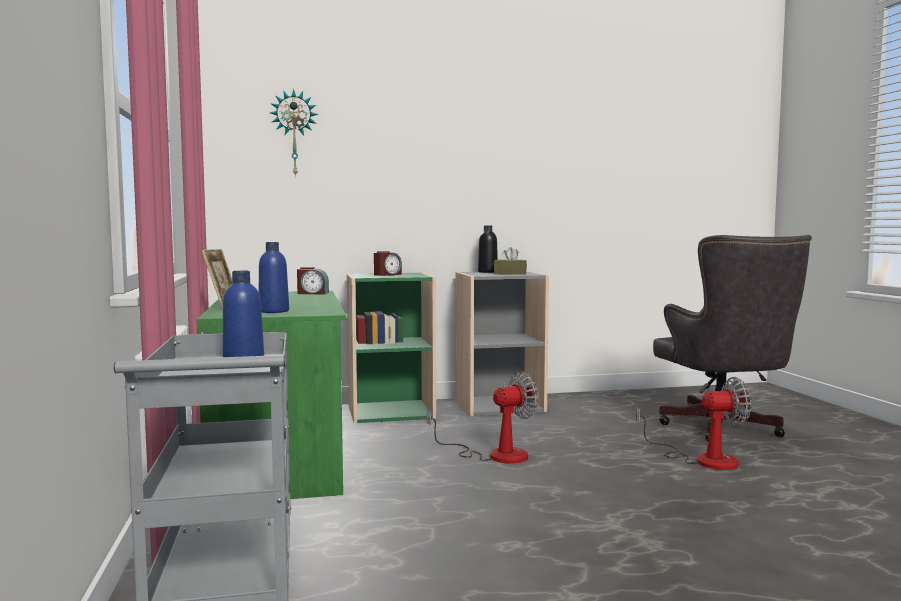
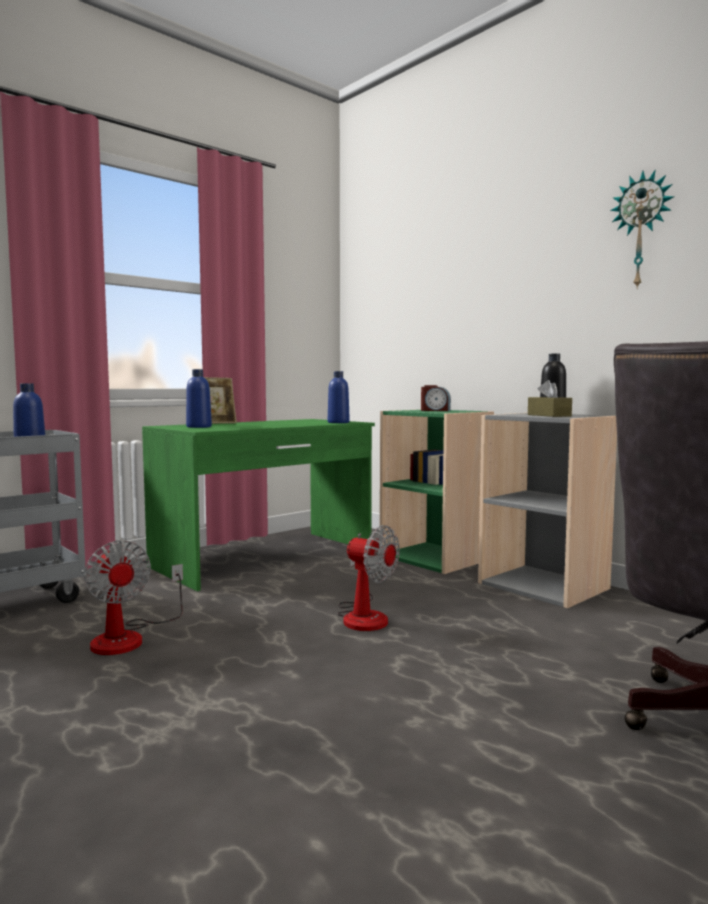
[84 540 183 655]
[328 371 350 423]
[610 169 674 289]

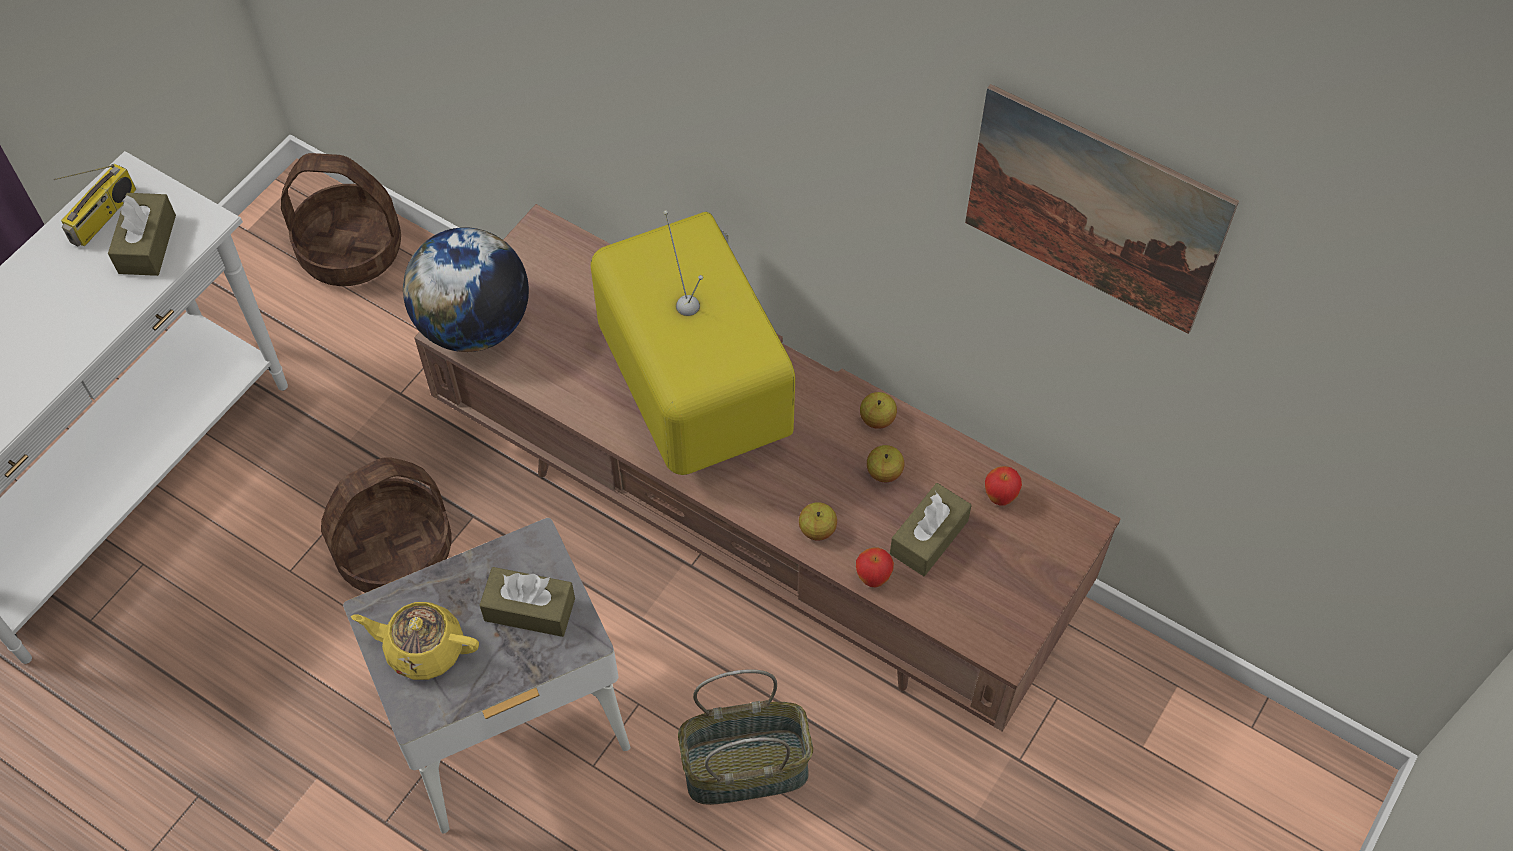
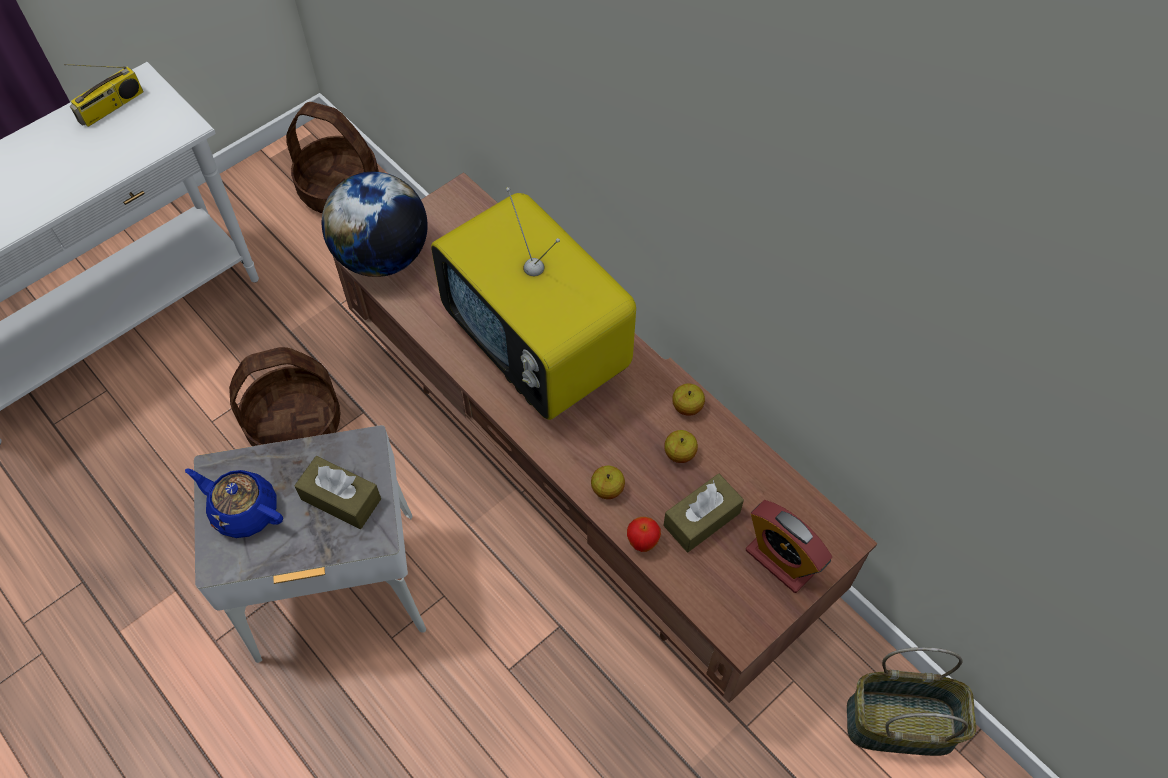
[185 468 283 538]
[431 187 636 420]
[746 500 832 593]
[847 647 976 756]
[108 193 176 276] (first image)
[965 84 1239 334] (first image)
[985 466 1022 505] (first image)

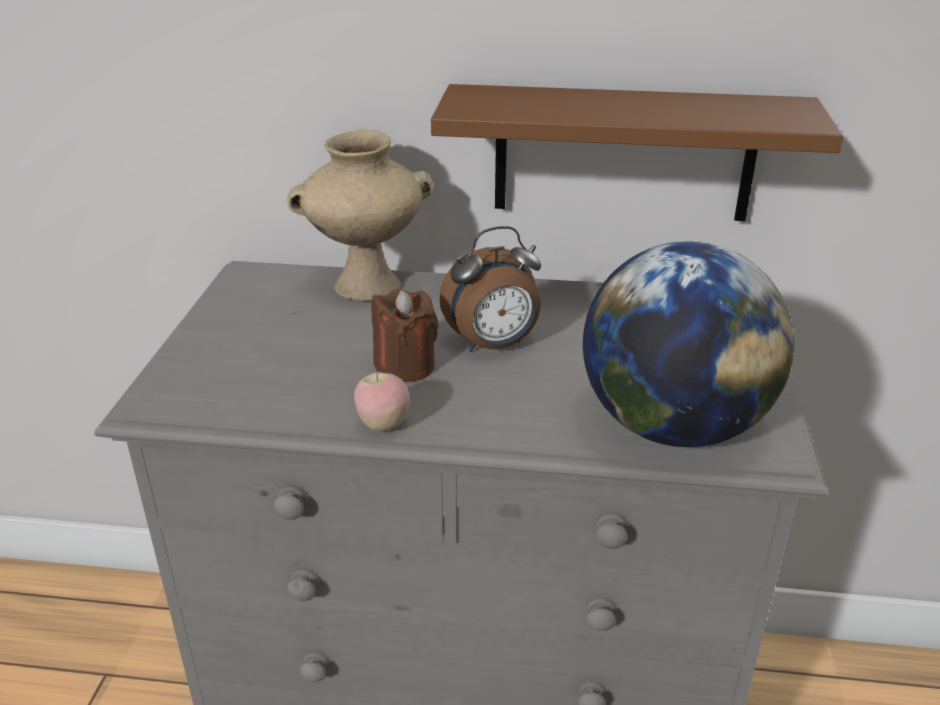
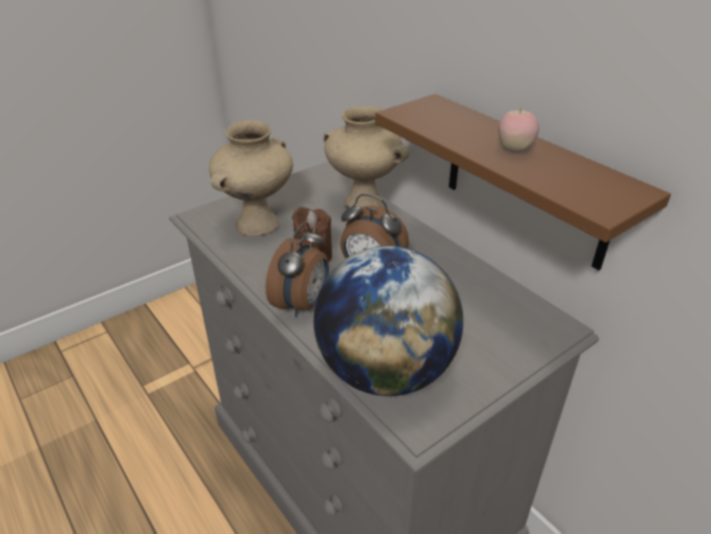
[209 120 293 236]
[266 222 329 317]
[498 106 539 152]

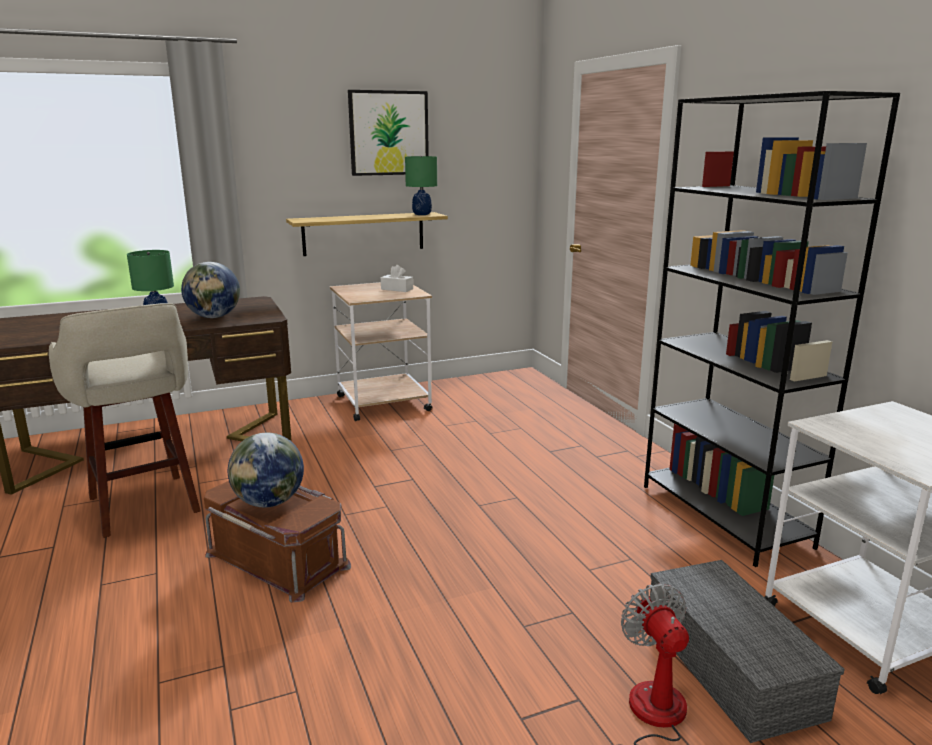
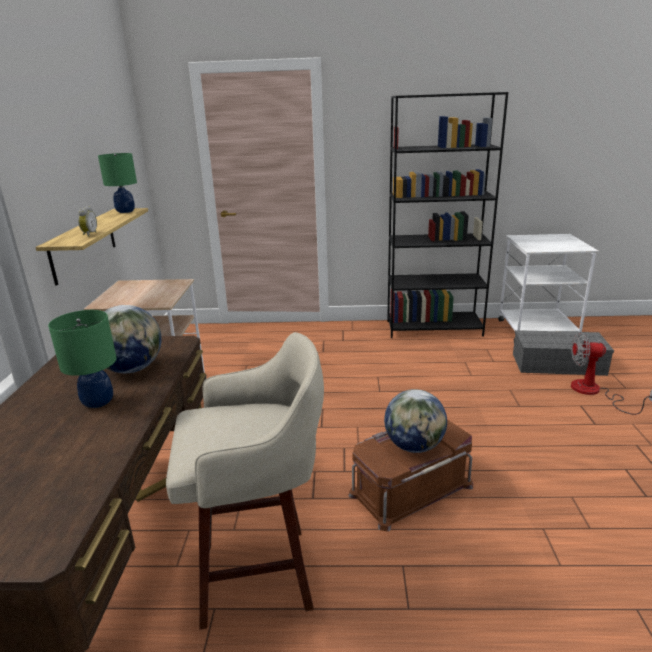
[78 206 97 237]
[348 90 429 176] (first image)
[381 265 413 292] (first image)

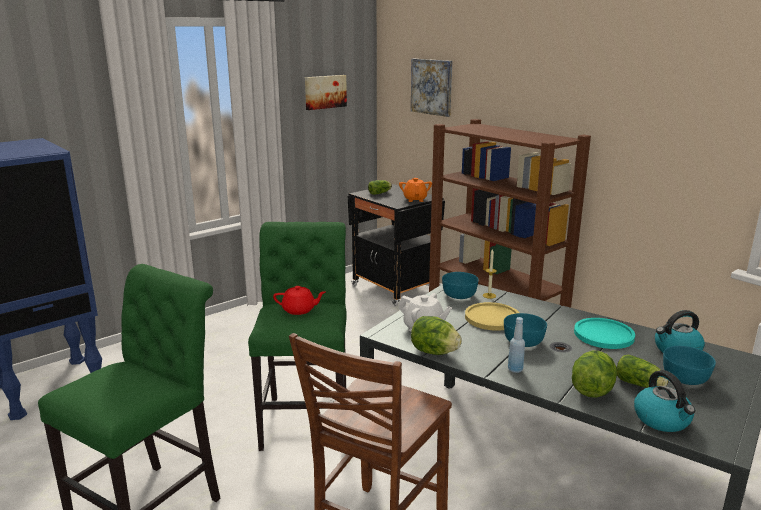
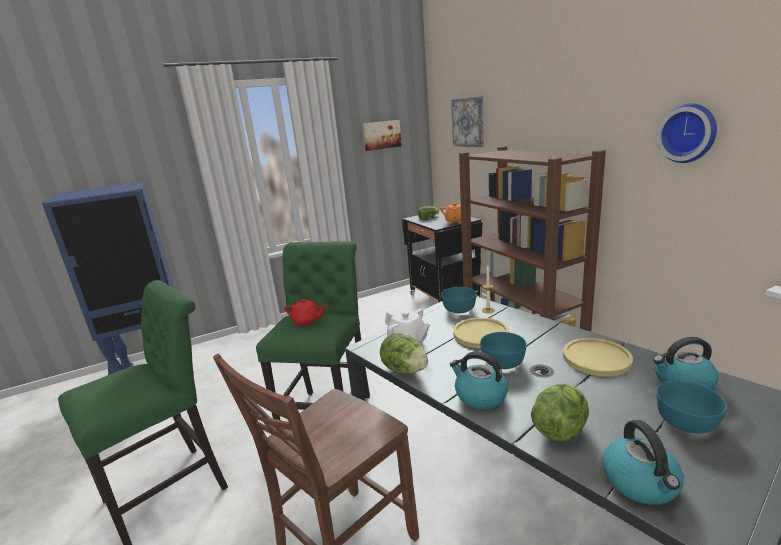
[450 351 508 409]
[563 338 633 377]
[657 103 717 163]
[617 355 668 388] (first image)

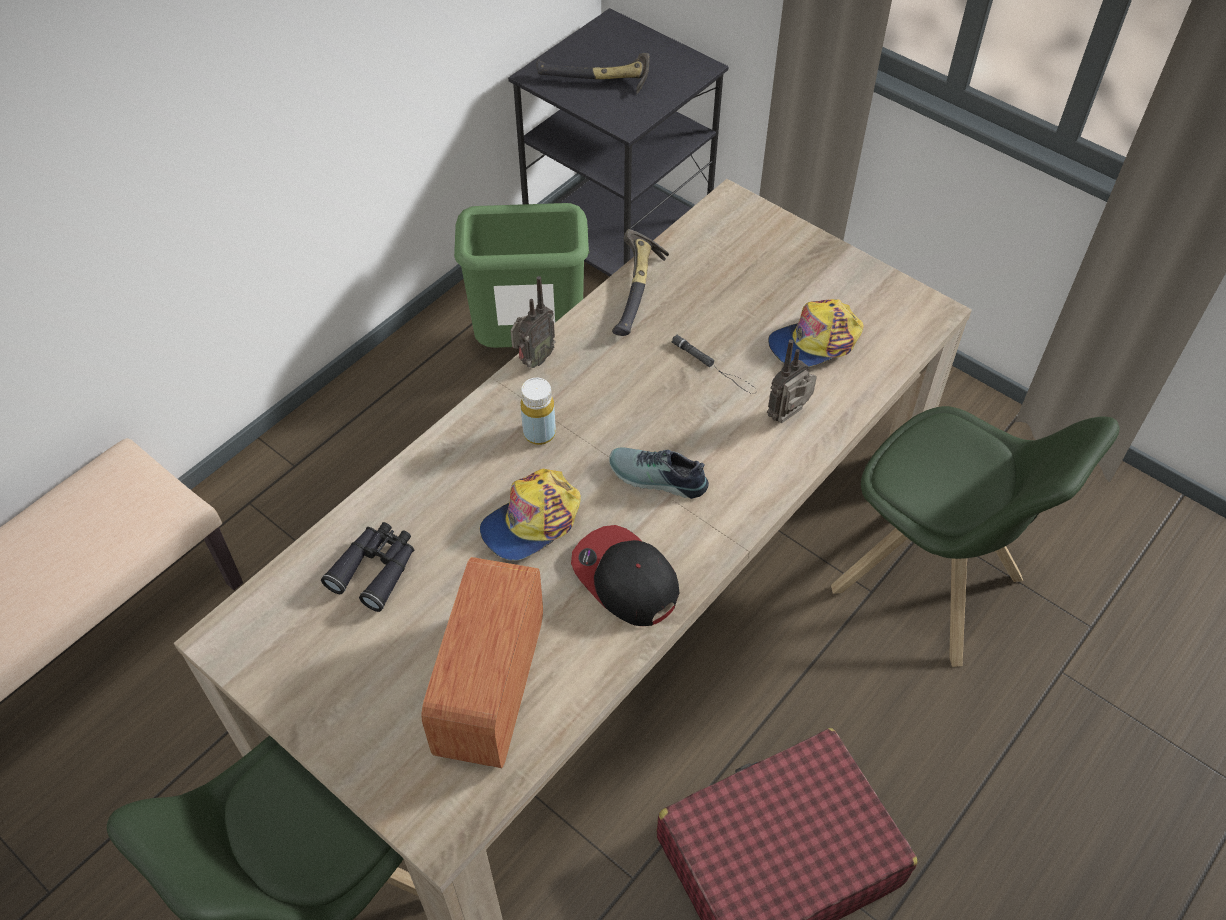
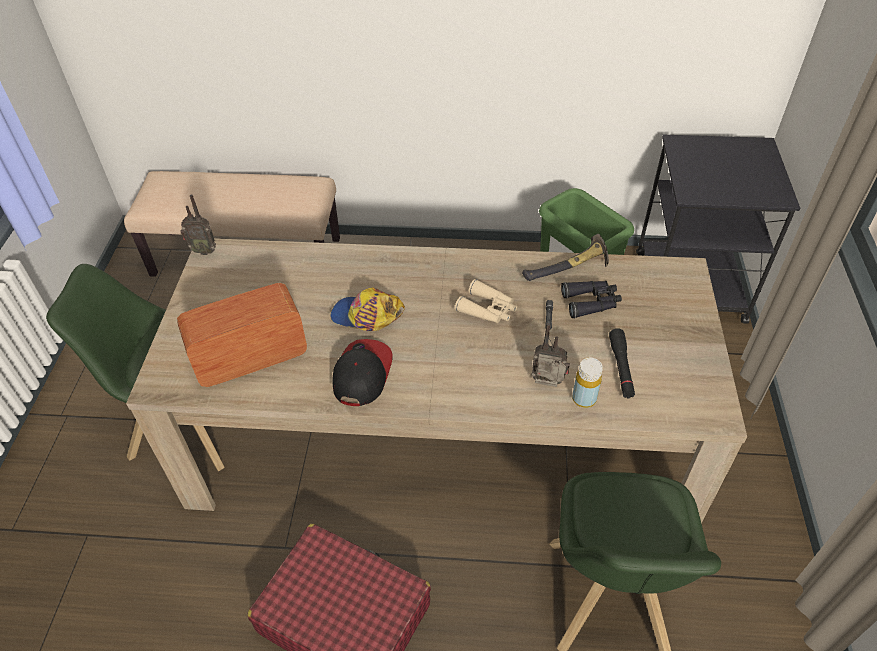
[181 194 216 255]
[455 279 517 324]
[561 281 622 318]
[572 358 603 408]
[609 328 635 399]
[536 53 649 94] (first image)
[609 447 709 499] (first image)

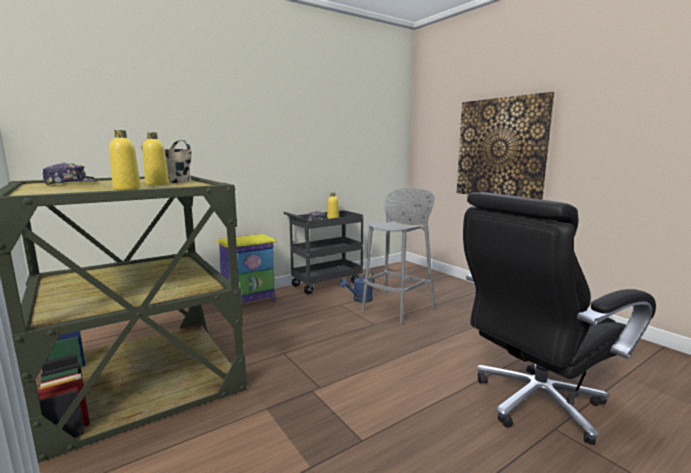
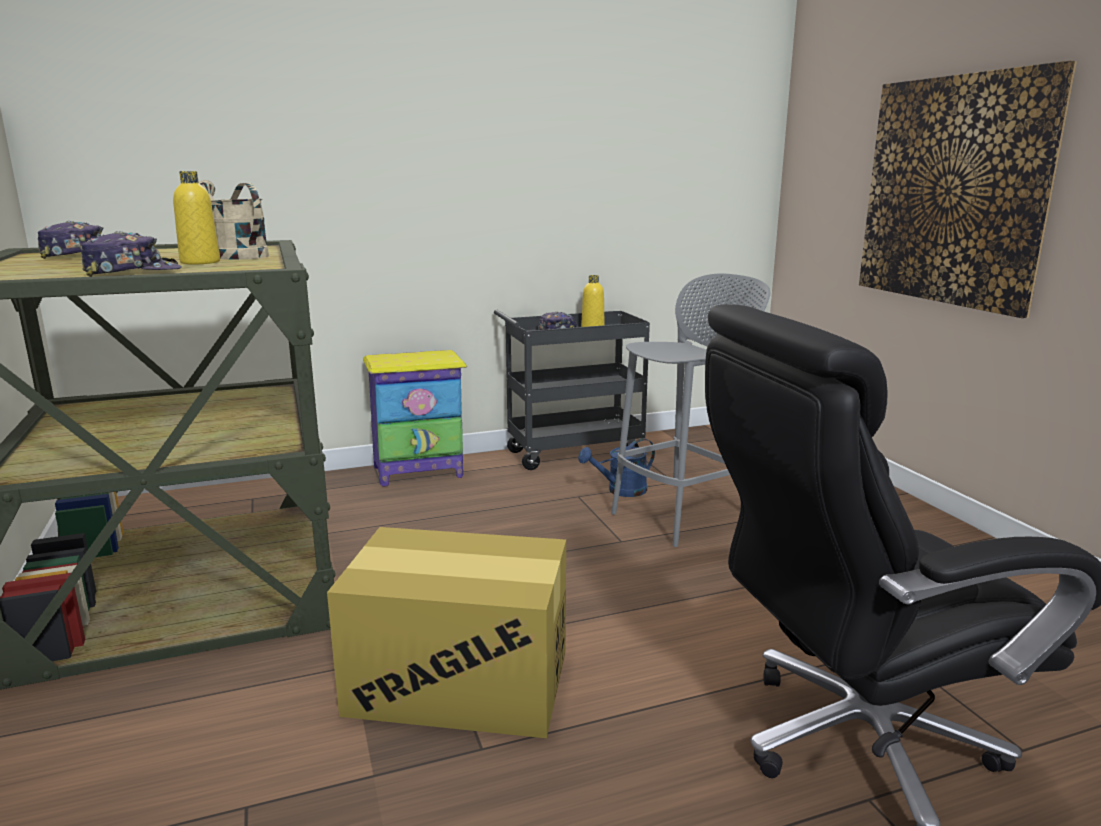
[81 231 182 277]
[327 527 566 738]

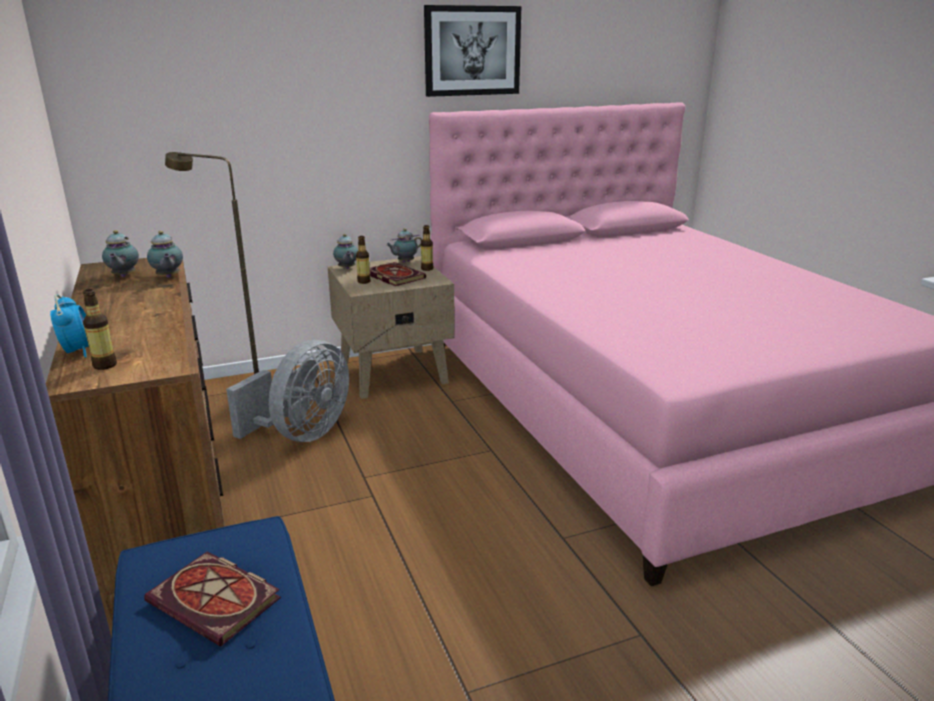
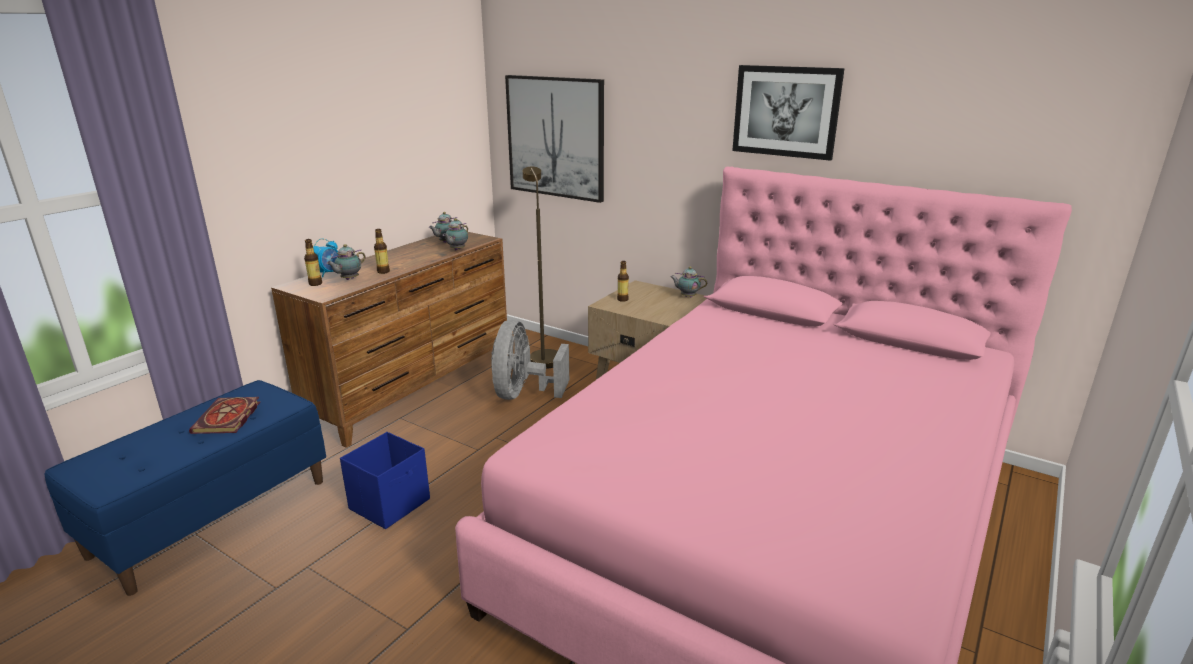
[326 244 366 280]
[340 432 430 529]
[374 229 390 274]
[491 320 569 400]
[505 75 604 203]
[369 262 426 286] (first image)

